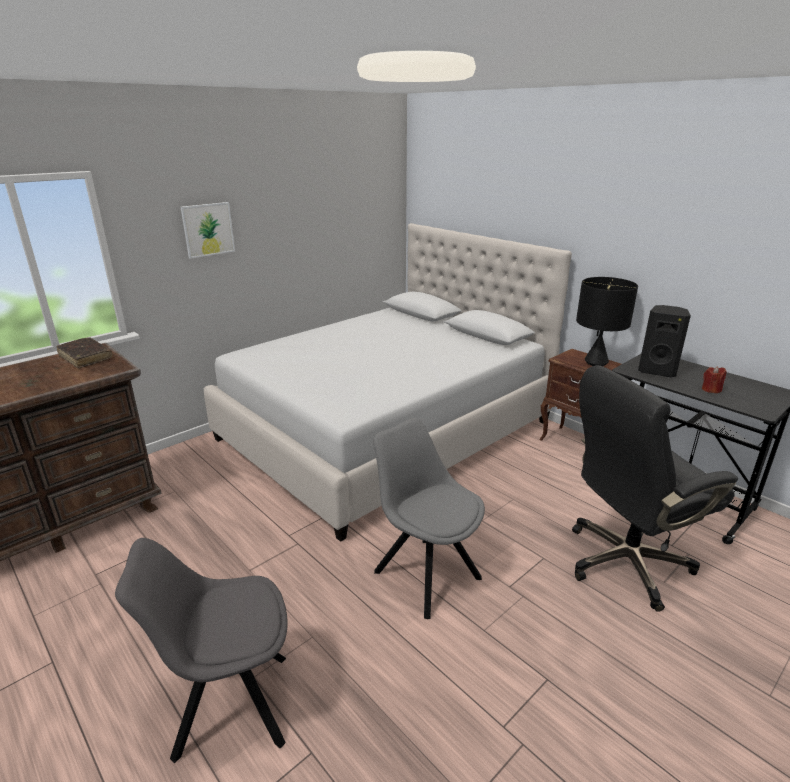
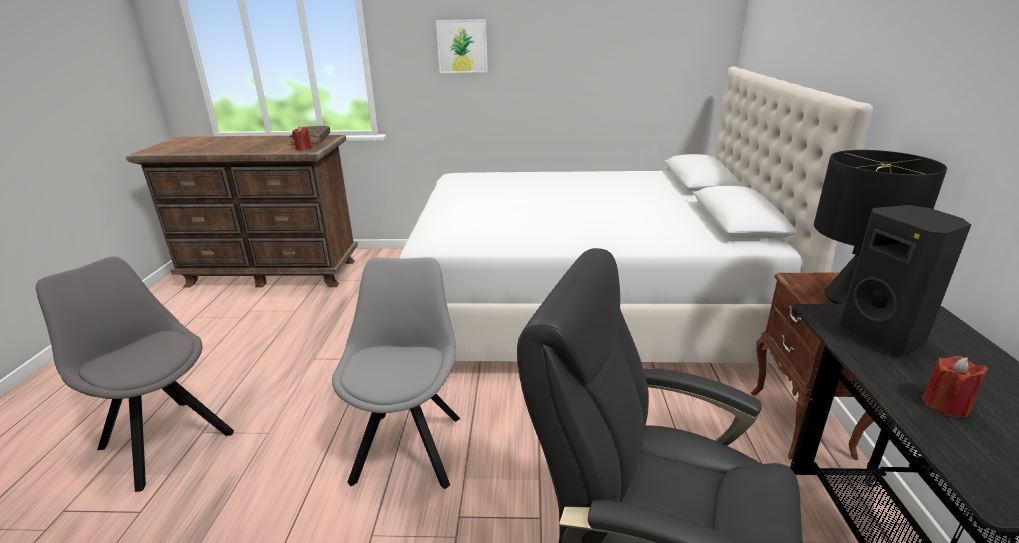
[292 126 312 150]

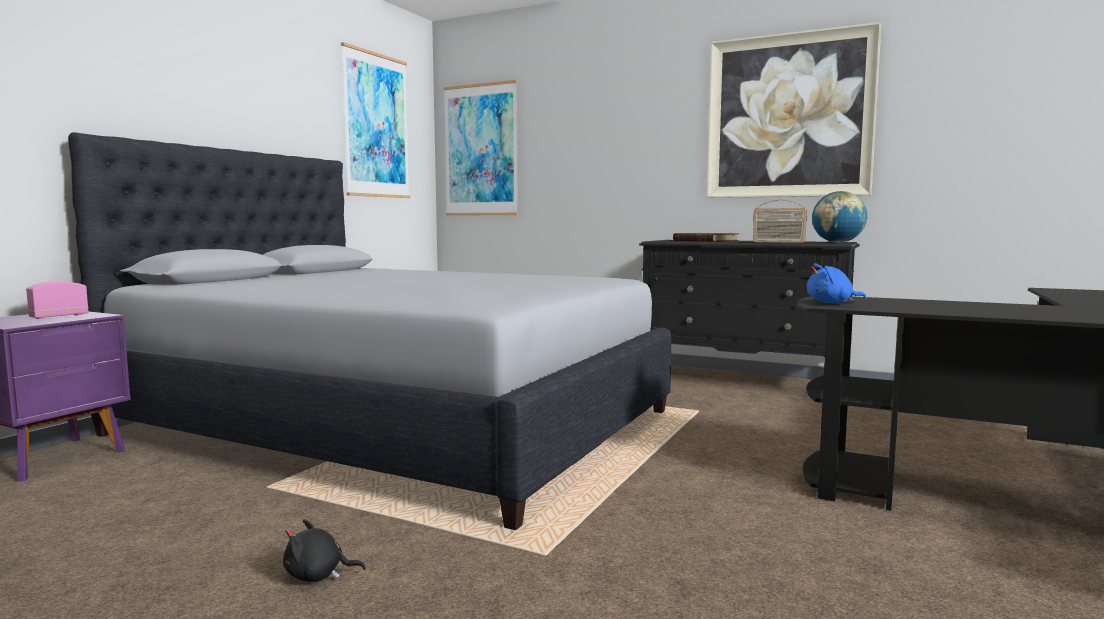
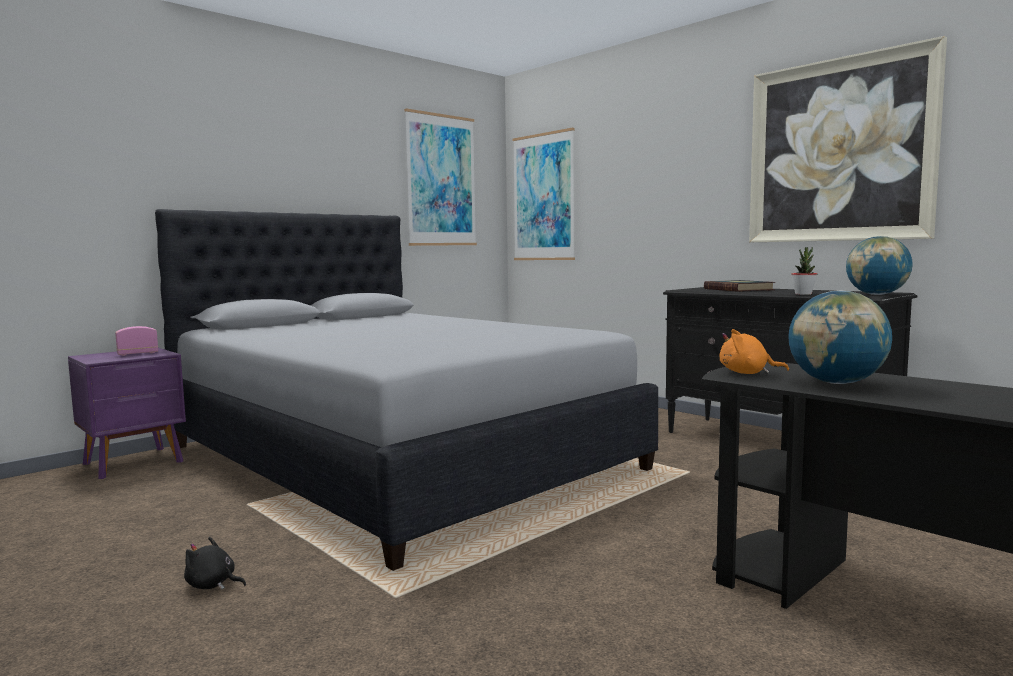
[720 329 789 374]
[788 290 892 384]
[791 247 817 295]

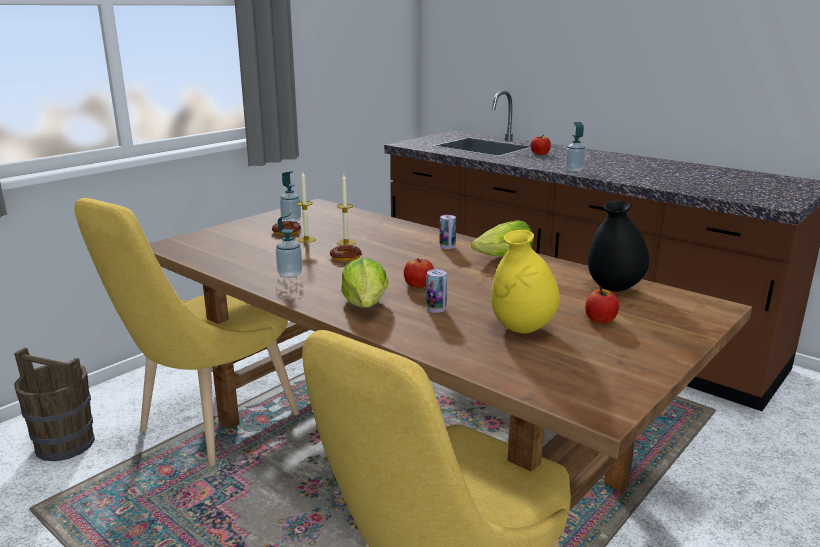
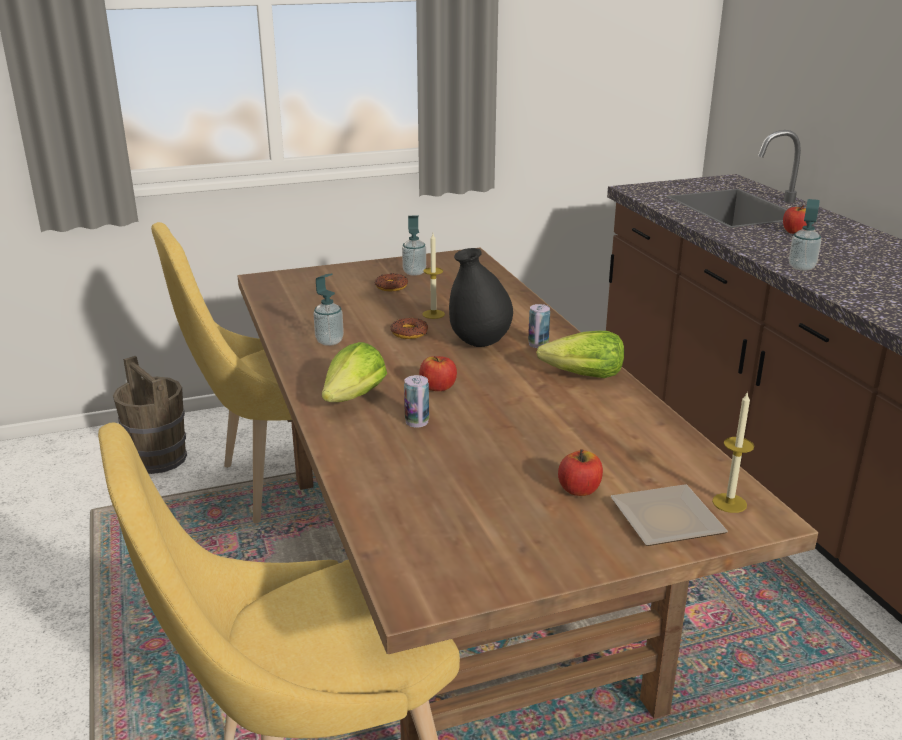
[449 248 513 347]
[610 484 728 546]
[712 391 754 513]
[491 230 560 333] (first image)

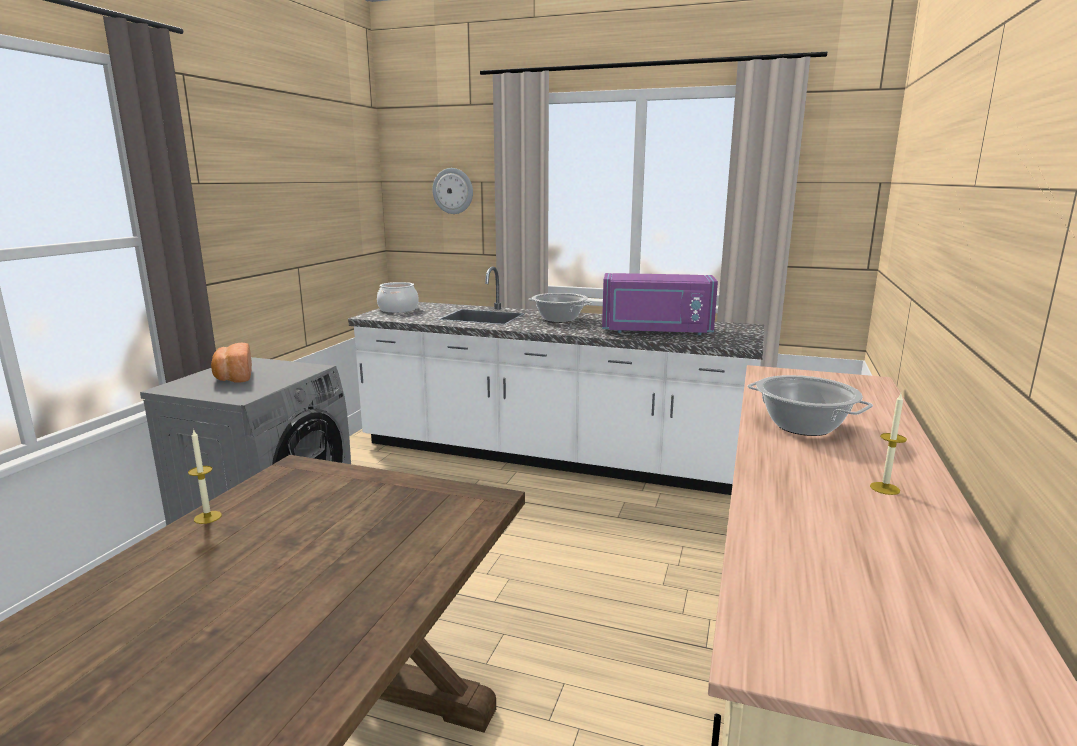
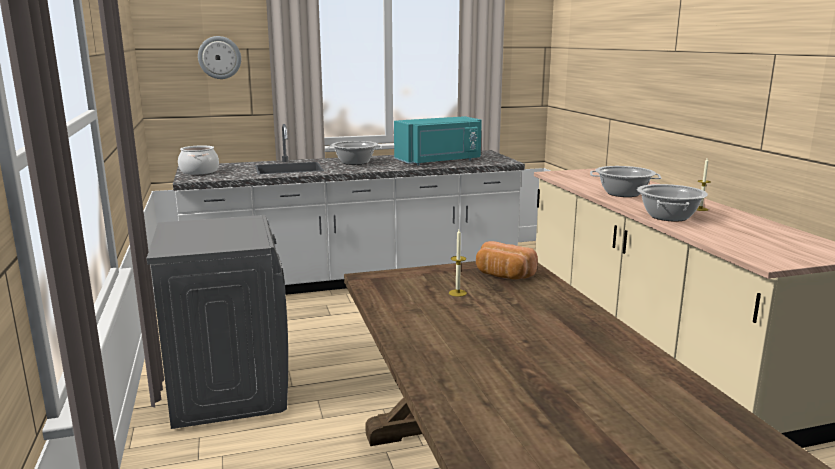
[394 116 482 165]
[449 230 467 297]
[476 241 538 279]
[637 184 708 221]

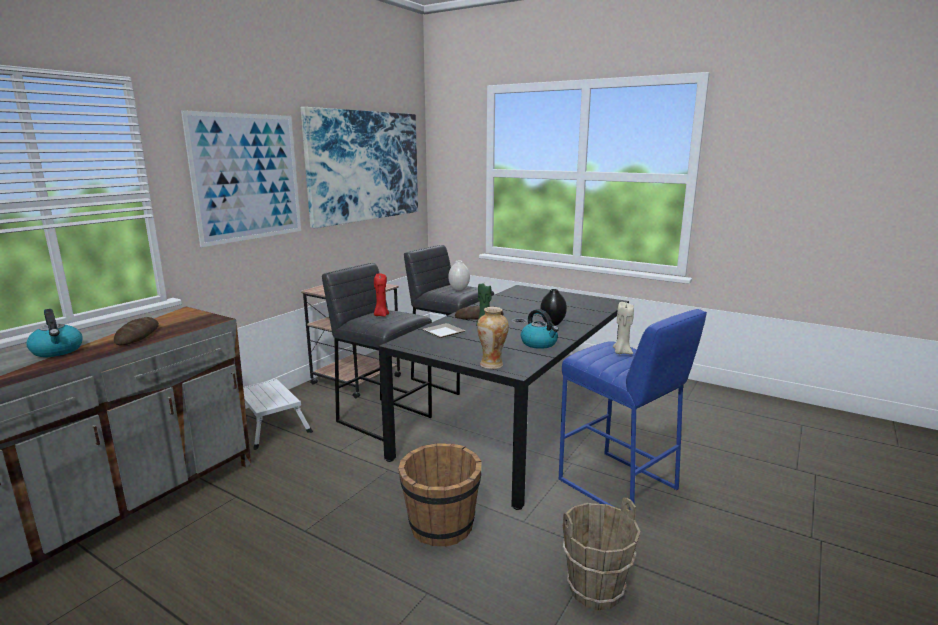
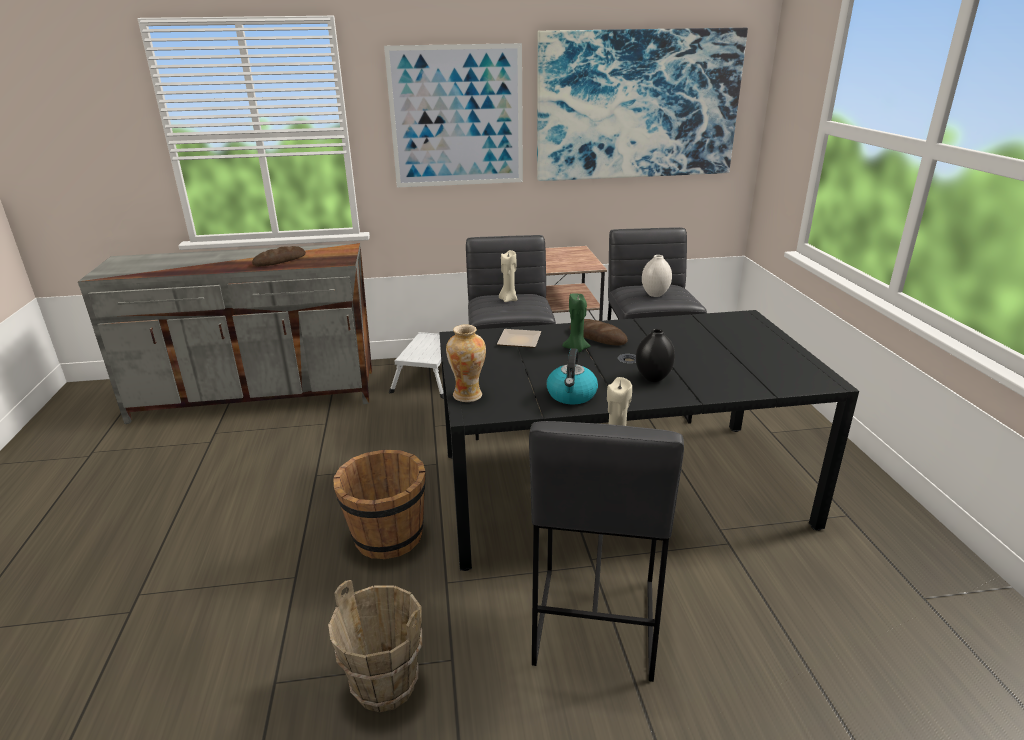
[499 250 517 302]
[529 421 684 682]
[26 309 83 357] (first image)

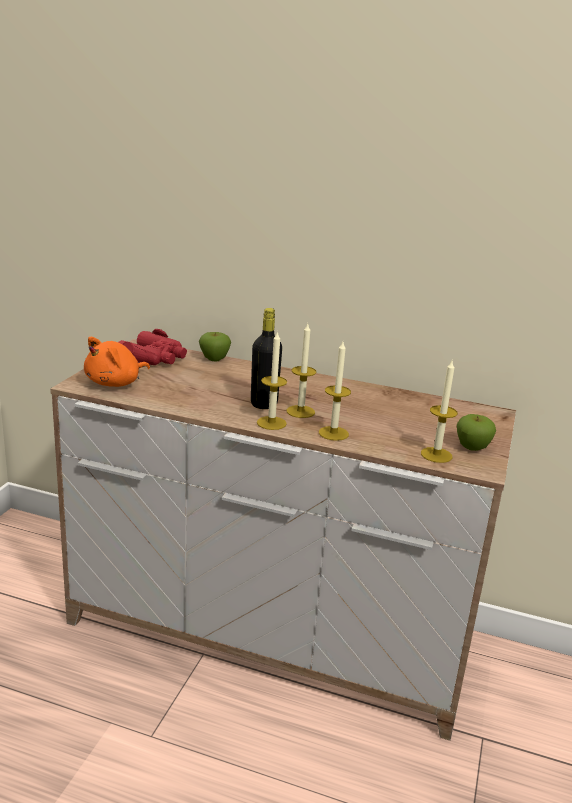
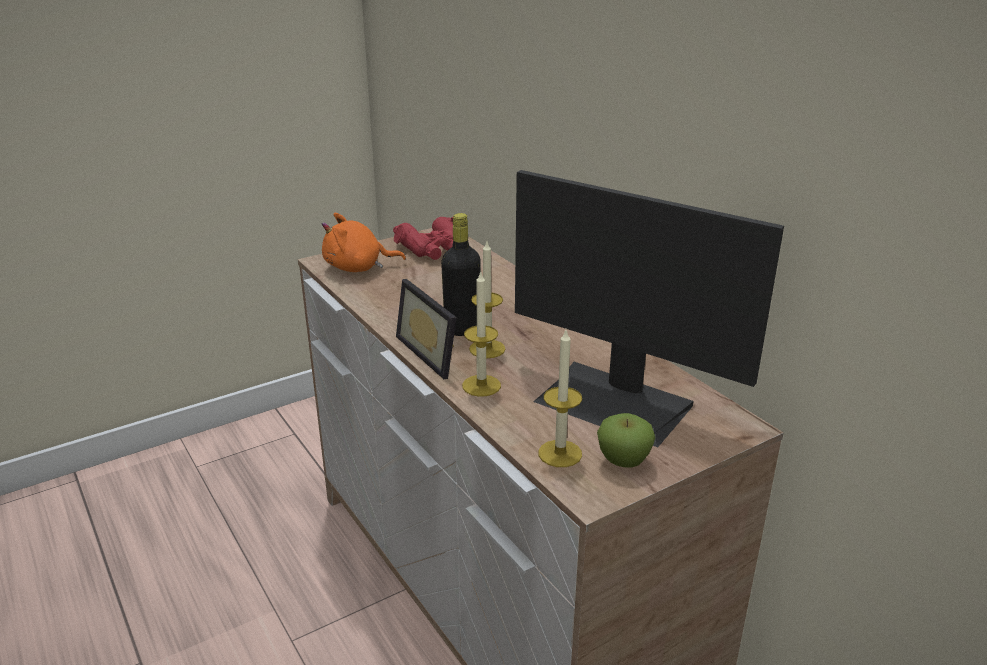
[396 279 457 379]
[515 170 784 447]
[199 332 231 362] (first image)

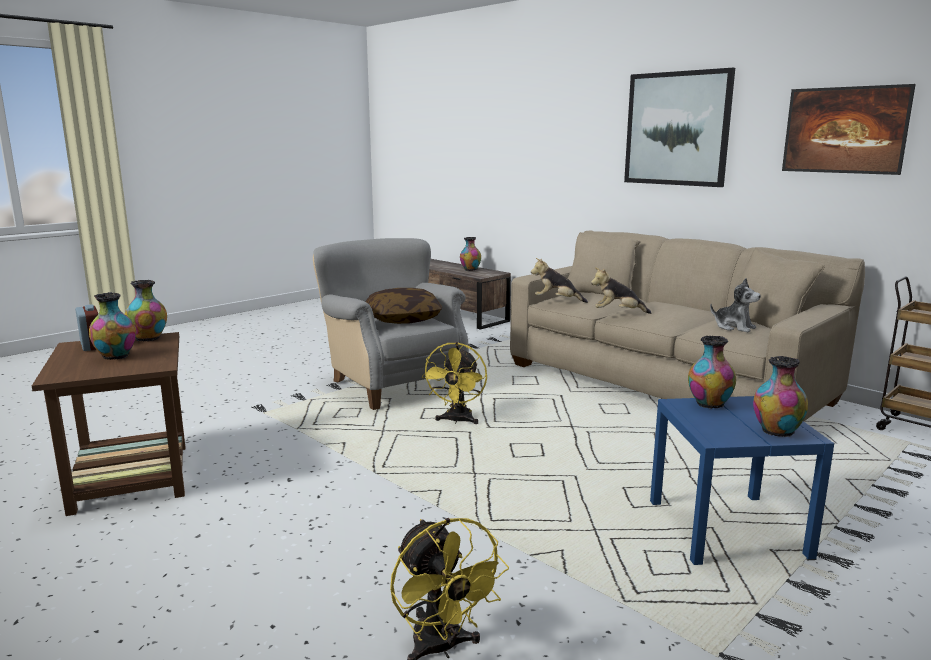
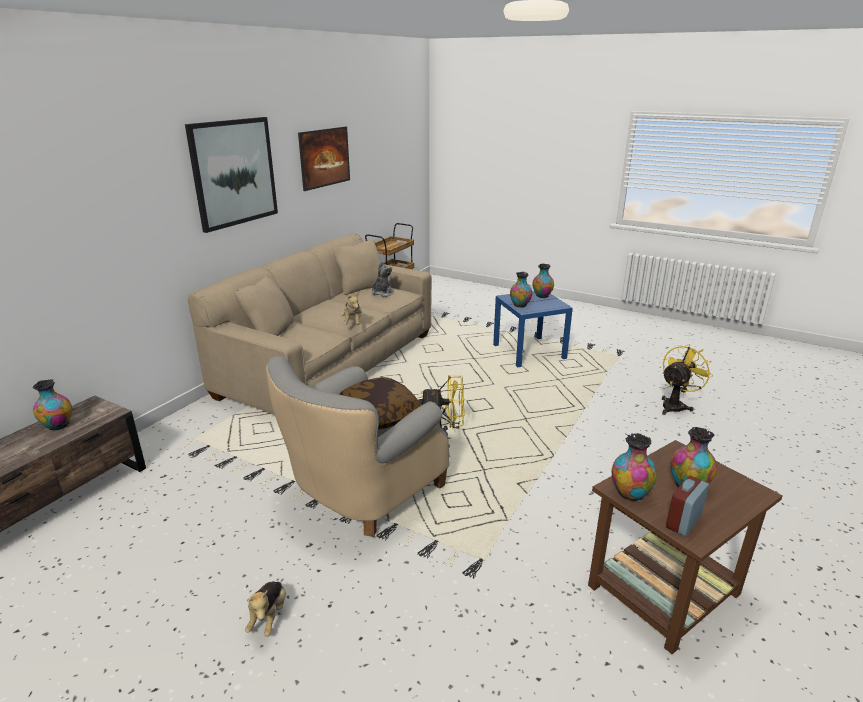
[245 582 286 637]

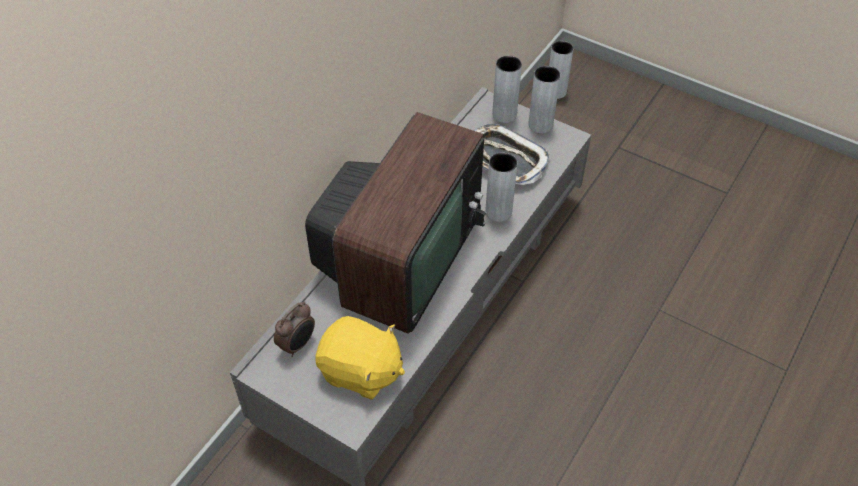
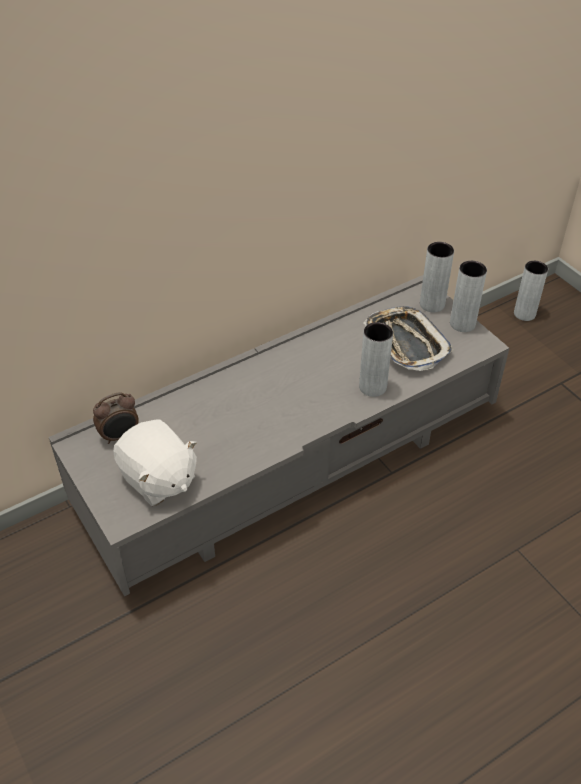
[113 419 197 506]
[305 112 486 334] (first image)

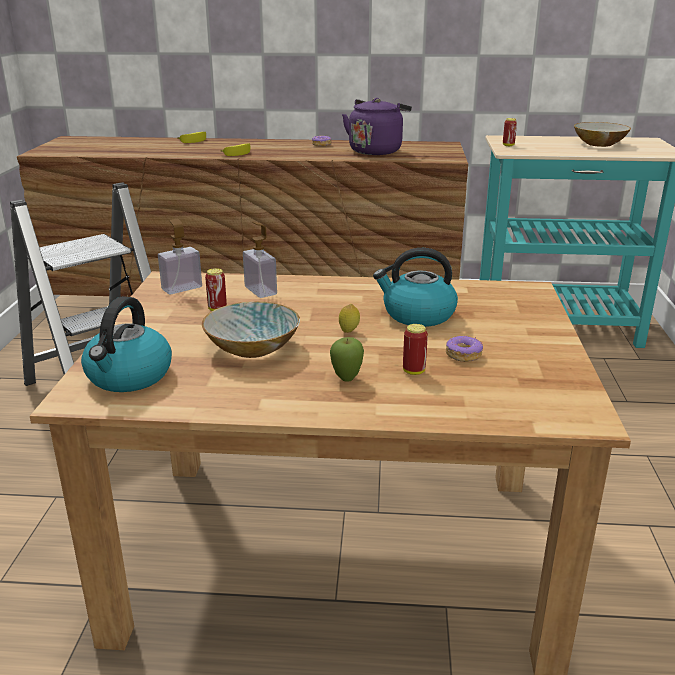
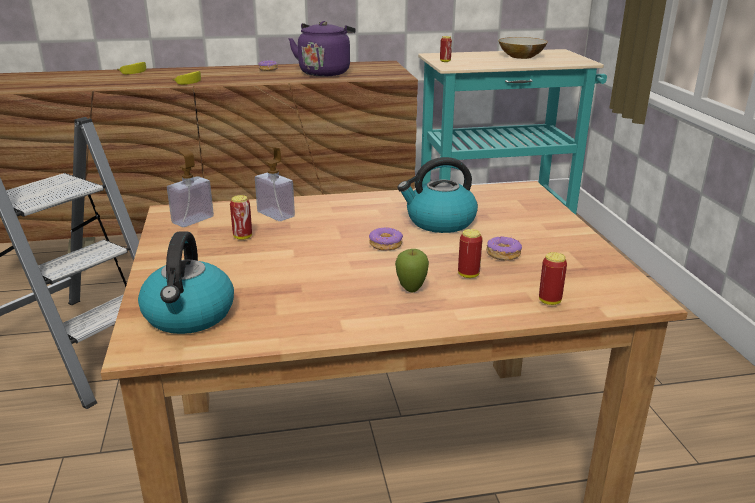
[369 227 403 251]
[539 252 567 305]
[202 301 300 358] (first image)

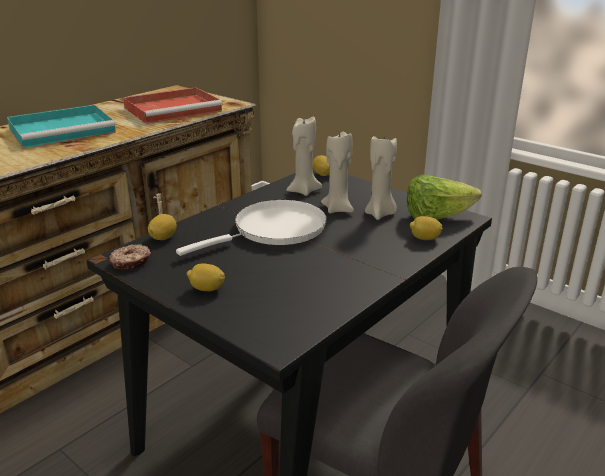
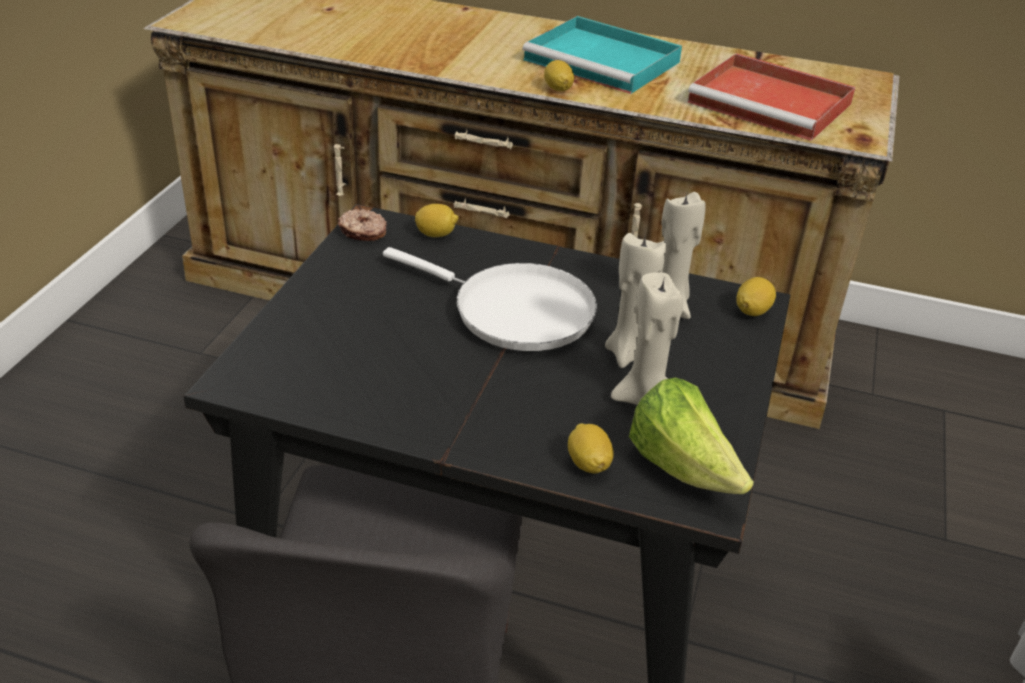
[544 60 574 91]

